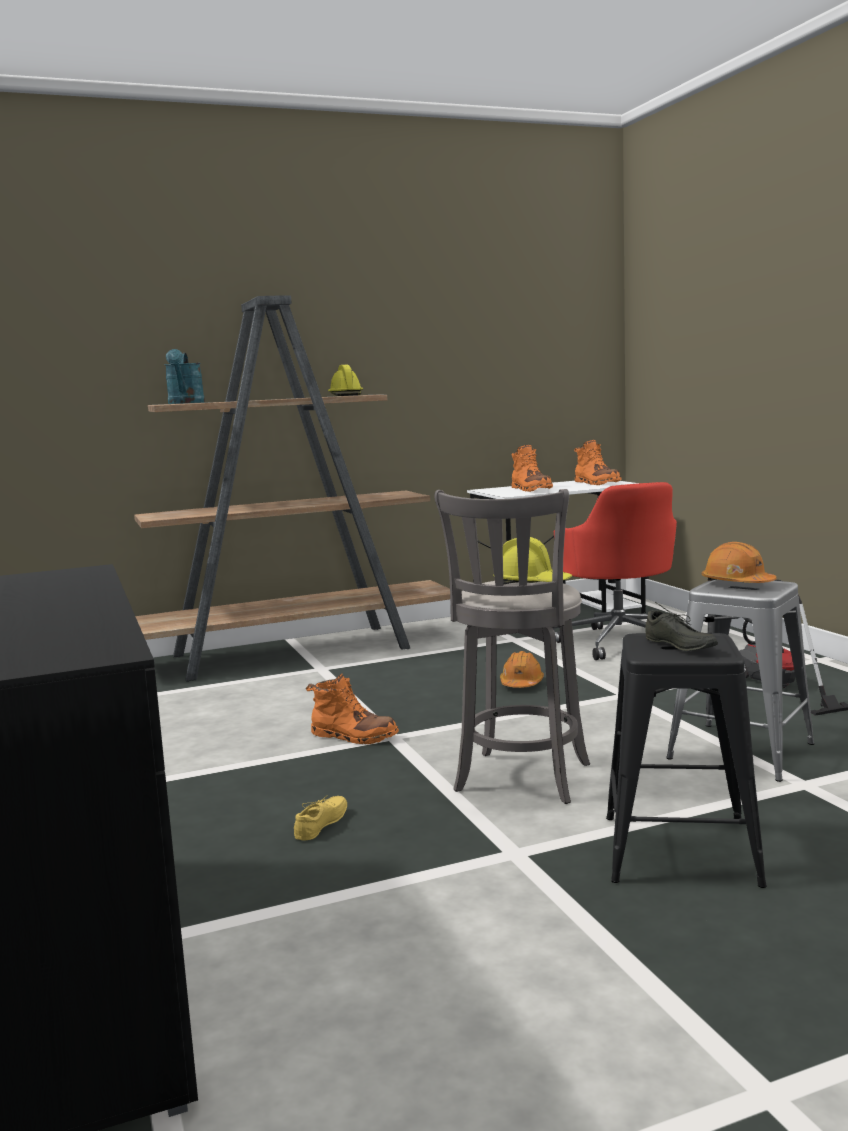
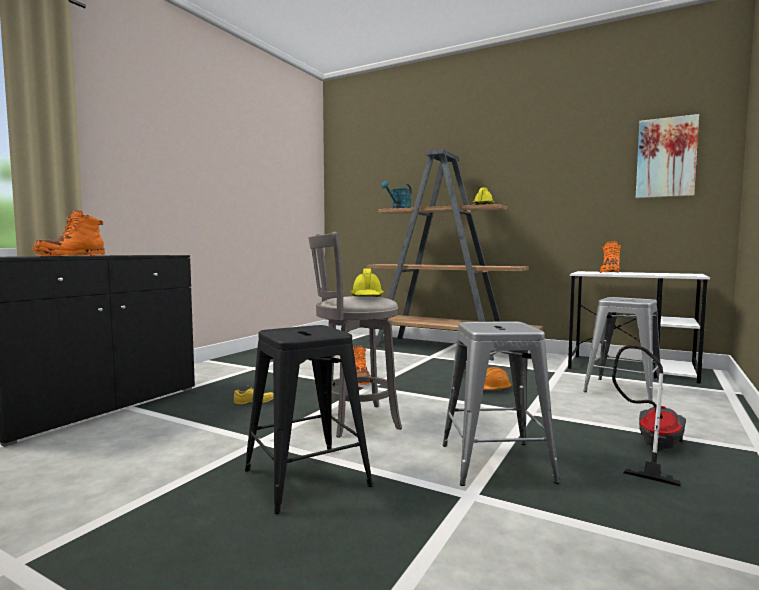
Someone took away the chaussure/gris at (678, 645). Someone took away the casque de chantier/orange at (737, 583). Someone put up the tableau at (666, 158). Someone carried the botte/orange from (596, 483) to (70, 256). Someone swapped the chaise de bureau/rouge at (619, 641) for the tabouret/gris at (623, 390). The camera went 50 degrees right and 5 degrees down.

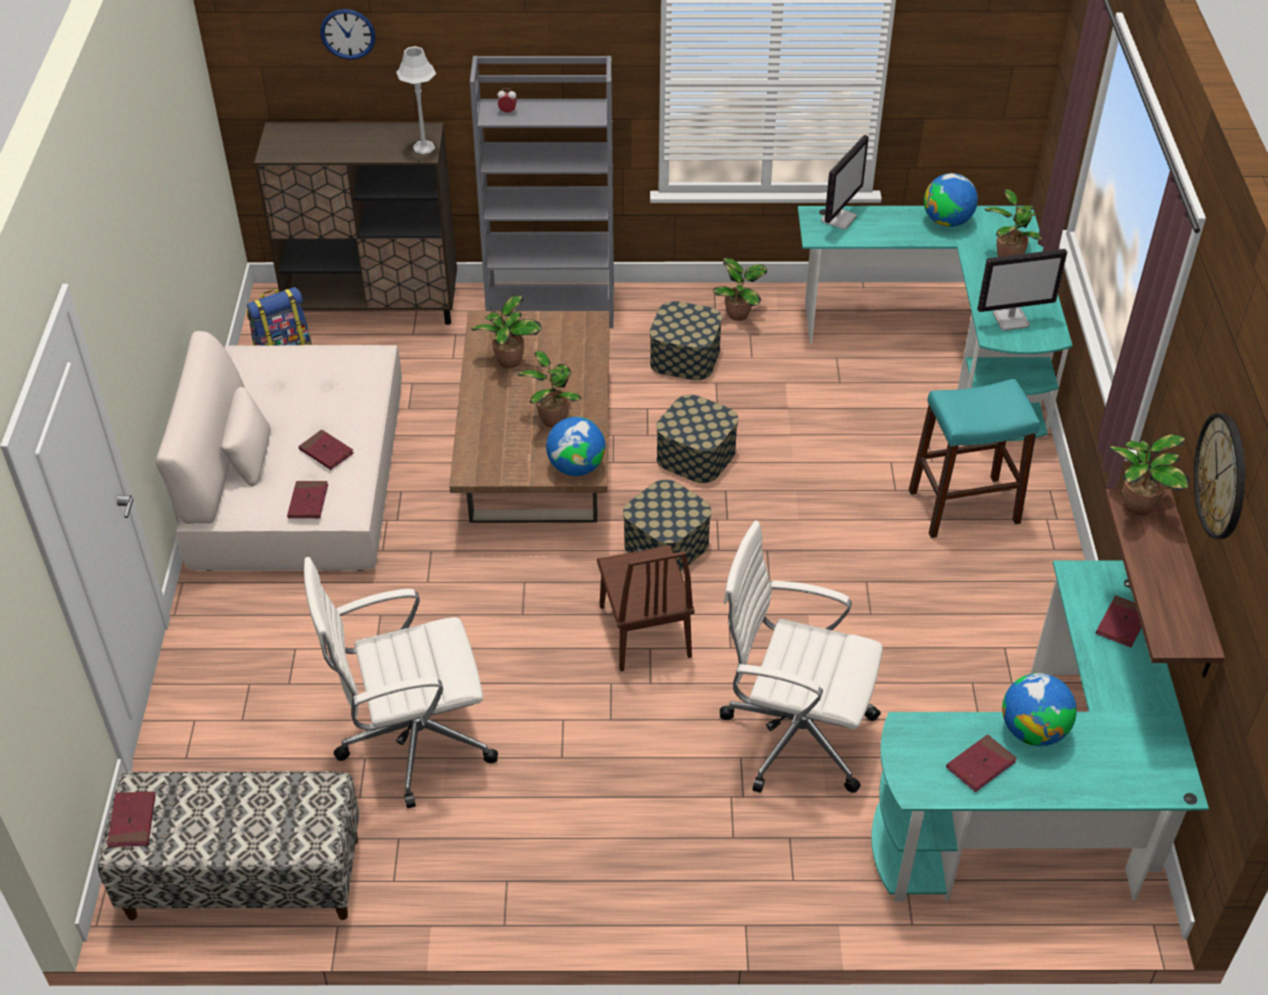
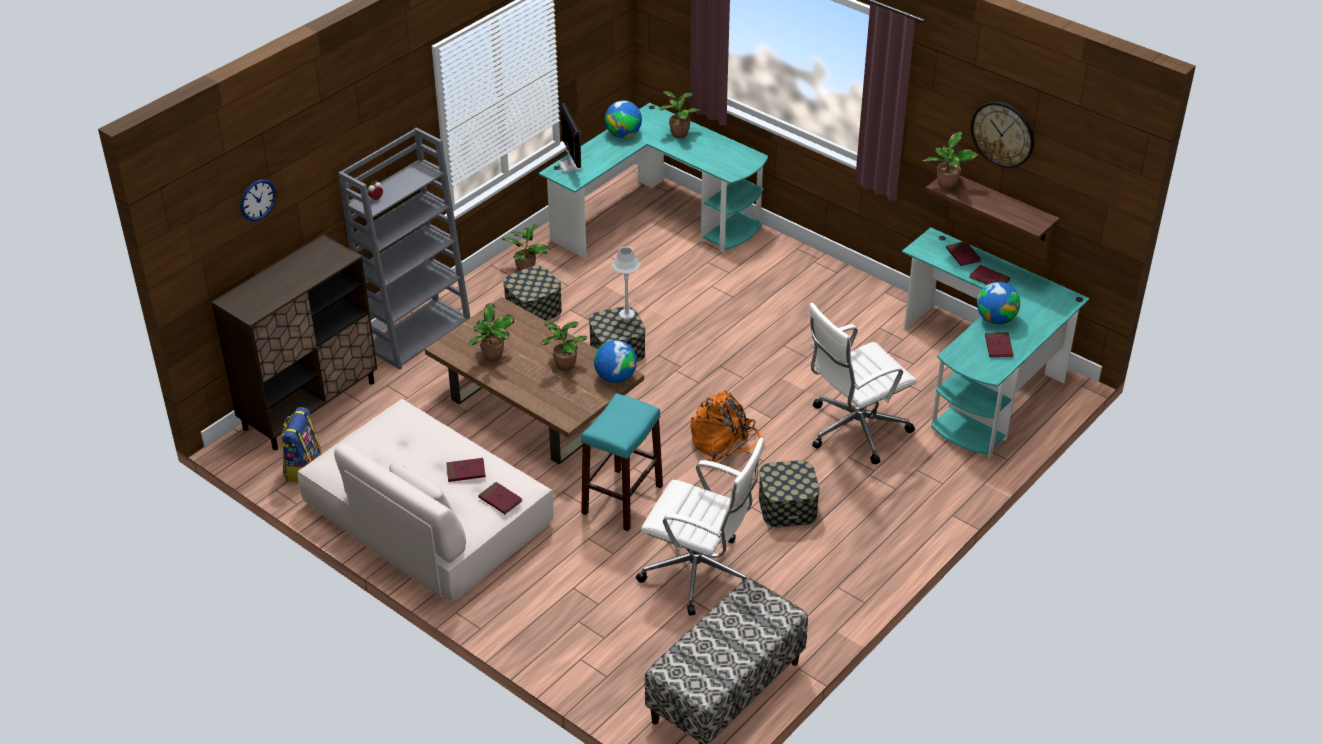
Someone took away the écran d'ordinateur at (1011, 319). Someone carried the livre/rouge from (132, 821) to (989, 279). Someone carried the lampe de table/gris from (423, 147) to (626, 314). Someone carried the boîte de rangement from (666, 543) to (787, 506). Someone carried the tabouret/turquoise from (963, 506) to (622, 499). Someone swapped the chaise/marron at (644, 631) for the sac à dos/orange at (724, 442). Someone rotated the chaise de bureau/blanc at (412, 739) by 90 degrees counterclockwise. The camera went 50 degrees left and 5 degrees down.

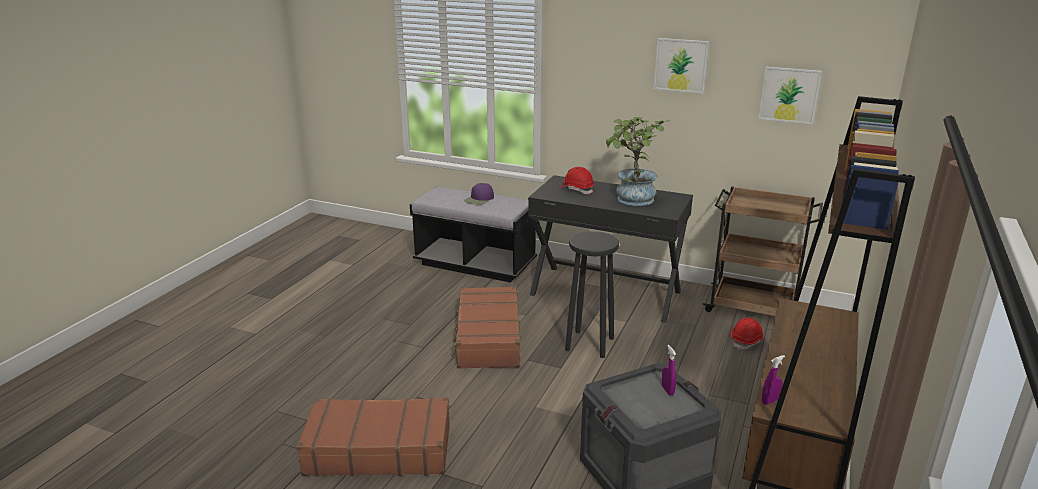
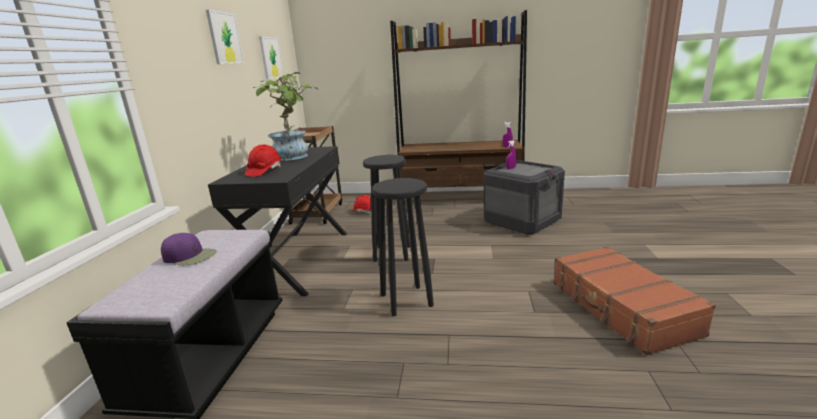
Someone swapped the valise/marron at (487, 338) for the tabouret/noir at (407, 300). The camera went 105 degrees left and 5 degrees down.

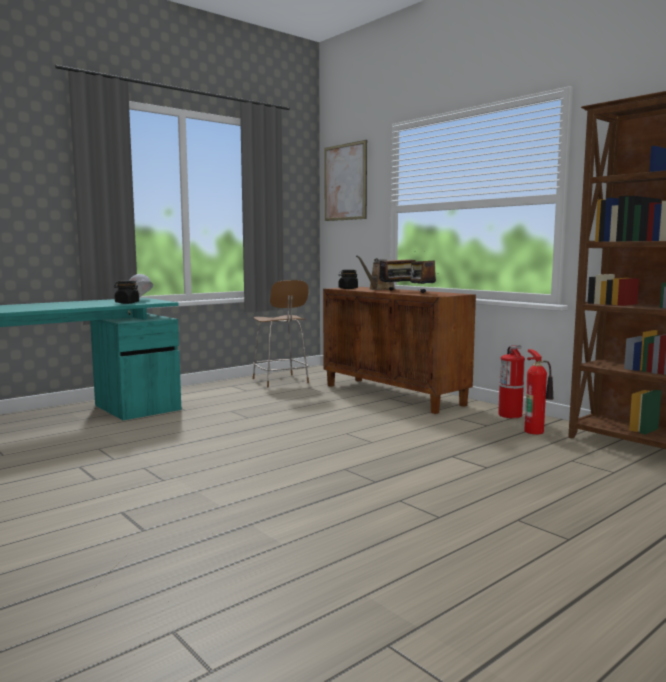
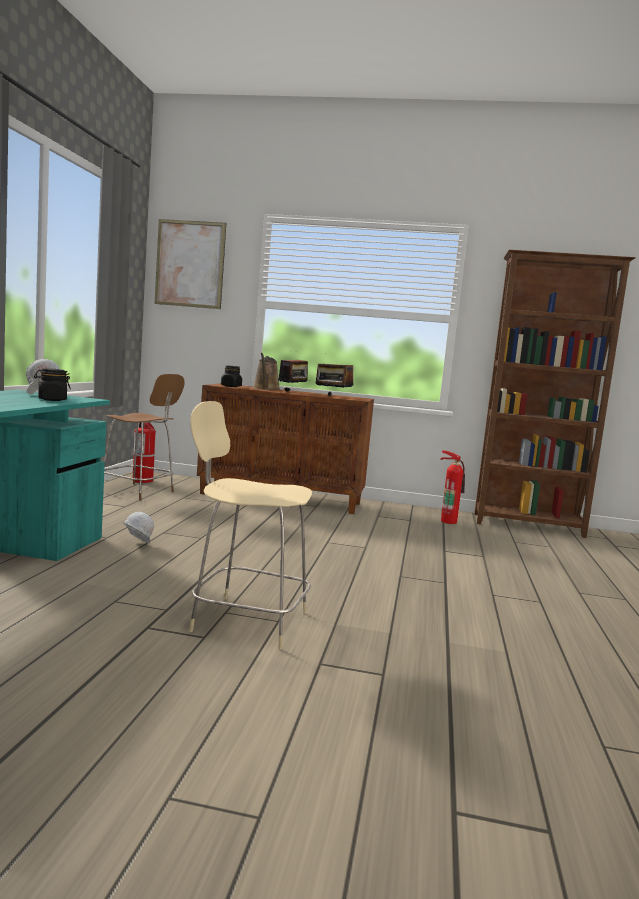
Someone put down the casque de chantier/blanc at (136, 545). Someone put down the tabouret/beige at (245, 620). Someone carried the extincteur from (510, 415) to (143, 481). The camera went 40 degrees left and 0 degrees up.

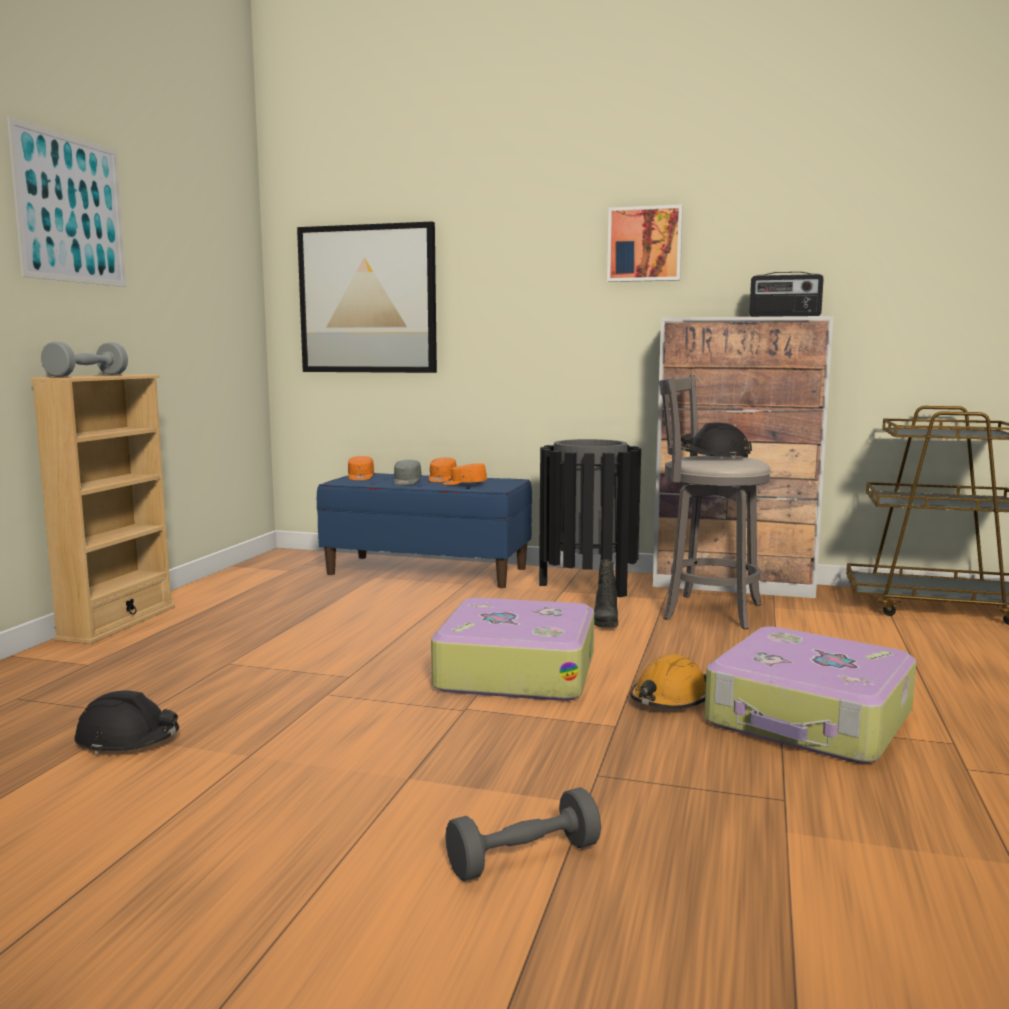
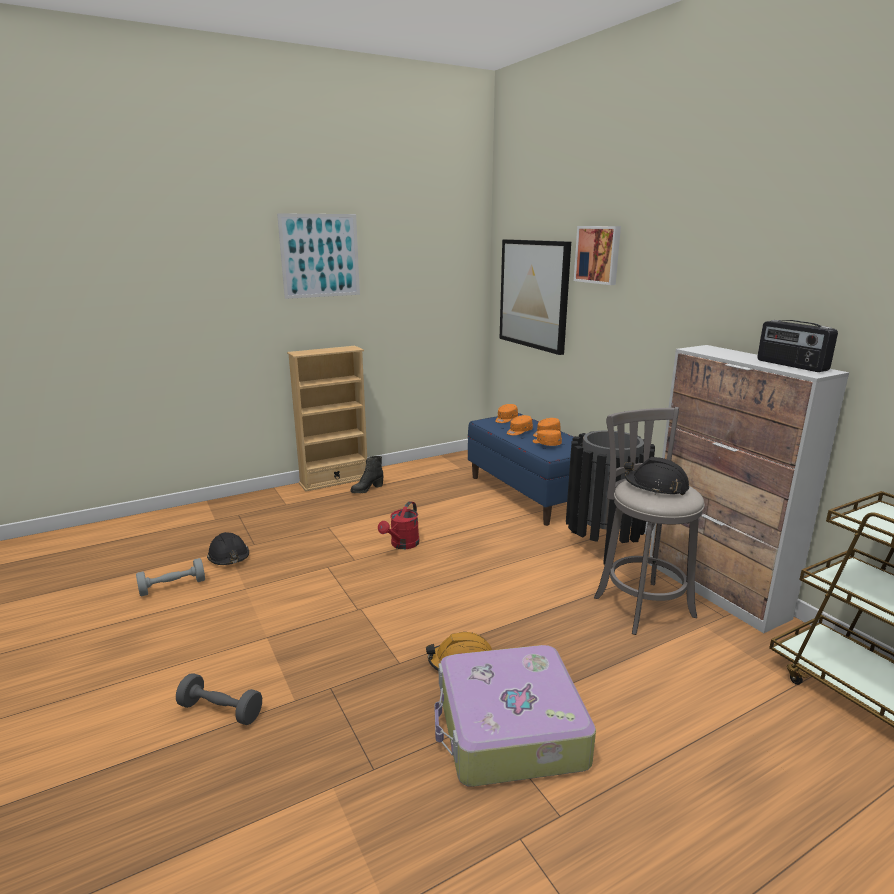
Someone took away the valise at (515, 671). Someone put down the arrosoir/rouge at (402, 545). Someone carried the haltère/gris from (87, 375) to (172, 587). Someone carried the botte/noir from (605, 621) to (367, 489). Someone carried the tableau from (645, 244) to (598, 254). Someone repainted the casquette/gris at (406, 482), which became the casquette/orange at (519, 431). The camera went 45 degrees right and 10 degrees up.

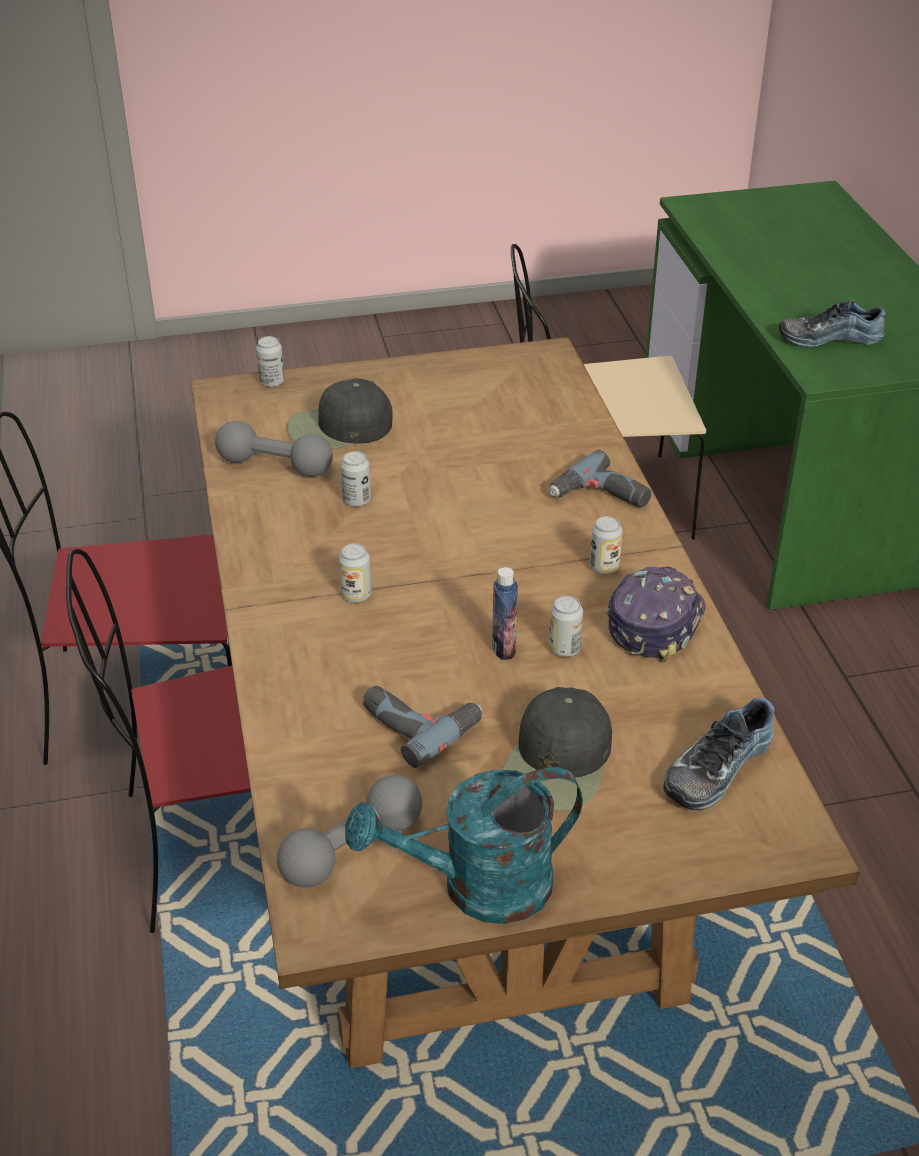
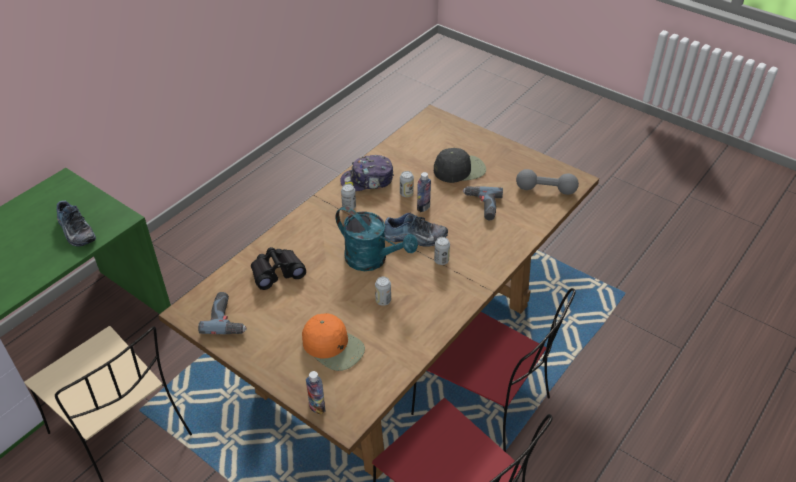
Someone took away the haltère/gris at (275, 466). Someone put down the jumelles/noir at (277, 272). Someone carried the arrosoir/turquoise from (478, 888) to (372, 260). Someone carried the perceuse from (600, 497) to (227, 318). Someone carried the chaussure from (715, 766) to (415, 237). Someone swapped the boîte métallique at (272, 382) for the bouteille at (317, 407). Someone repainted the casquette/noir at (338, 428), which became the casquette/orange at (333, 346). The camera went 130 degrees left and 5 degrees up.

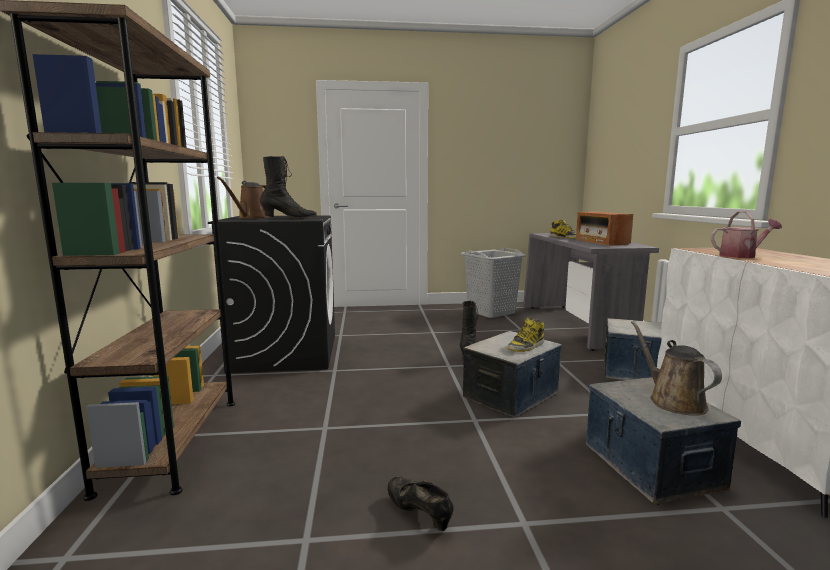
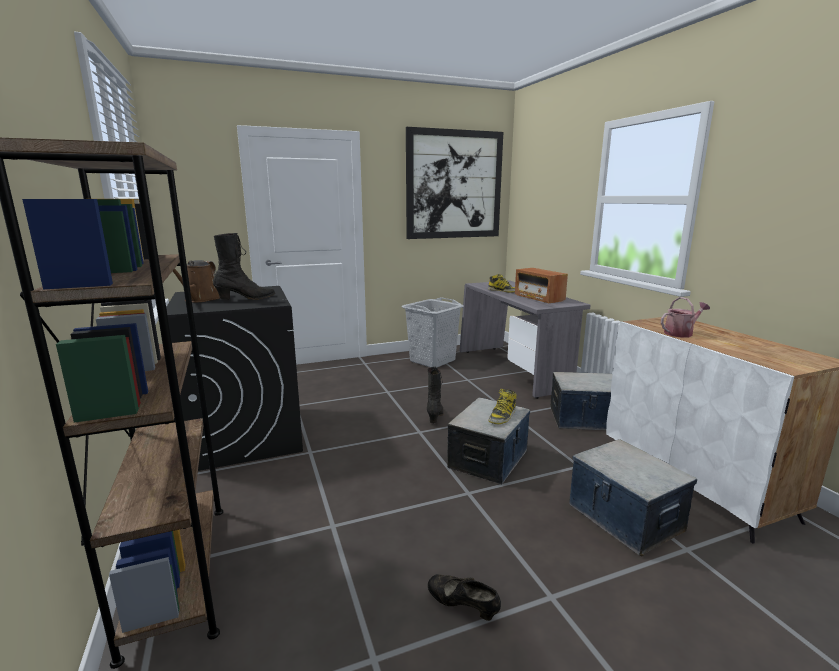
Someone took away the arrosoir/marron at (673, 401). Someone put up the tableau at (454, 185). The camera went 15 degrees left and 5 degrees up.

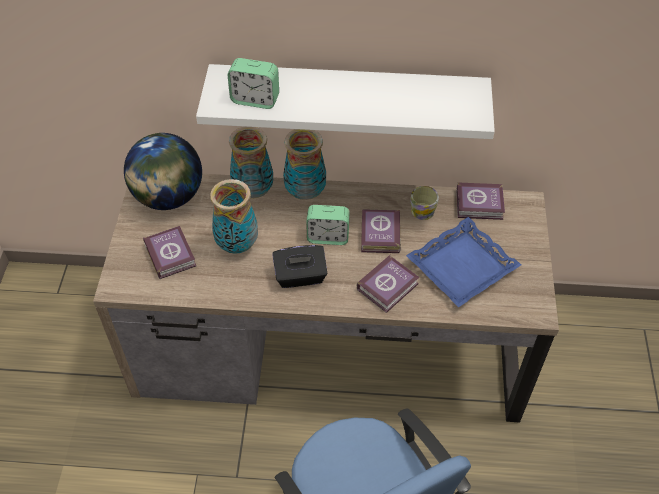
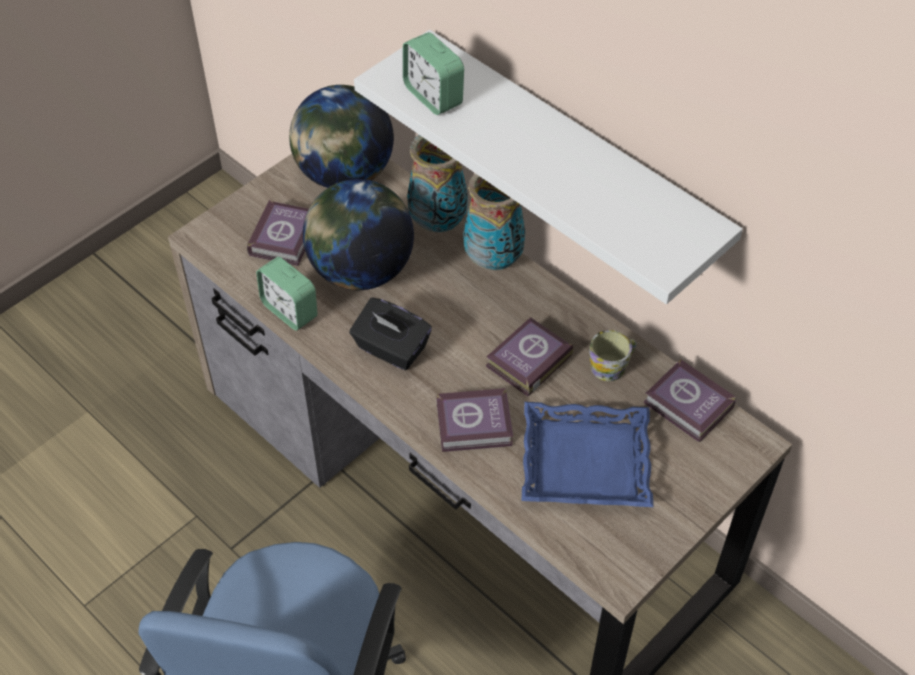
Someone carried the réveil from (328, 237) to (290, 310). Someone swapped the vase at (237, 245) for the globe at (360, 270). The camera went 40 degrees right and 0 degrees up.

